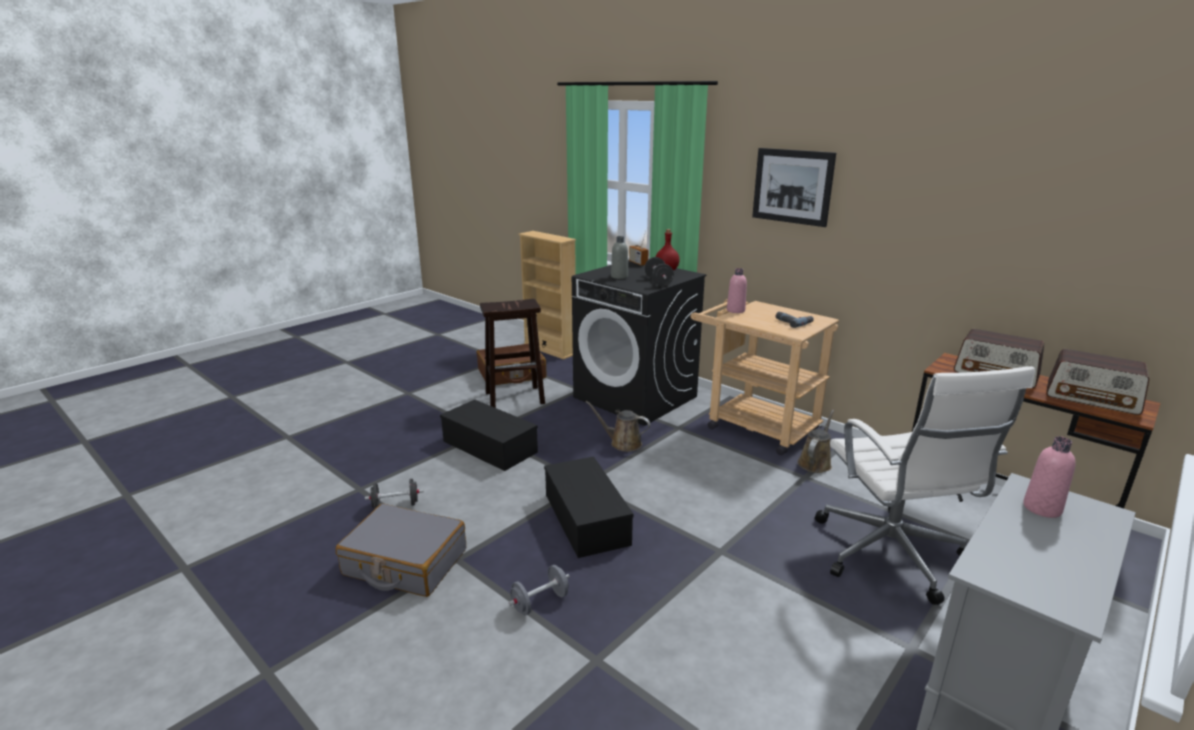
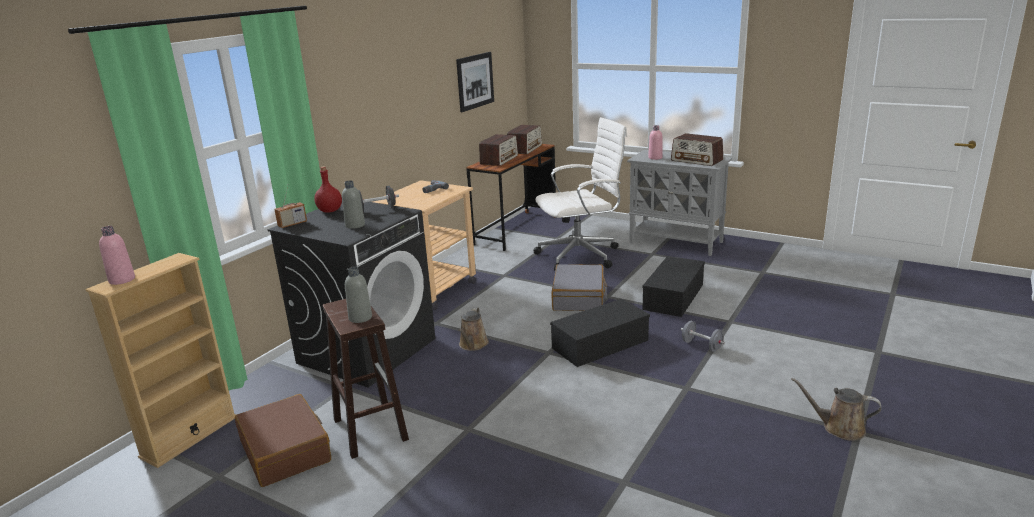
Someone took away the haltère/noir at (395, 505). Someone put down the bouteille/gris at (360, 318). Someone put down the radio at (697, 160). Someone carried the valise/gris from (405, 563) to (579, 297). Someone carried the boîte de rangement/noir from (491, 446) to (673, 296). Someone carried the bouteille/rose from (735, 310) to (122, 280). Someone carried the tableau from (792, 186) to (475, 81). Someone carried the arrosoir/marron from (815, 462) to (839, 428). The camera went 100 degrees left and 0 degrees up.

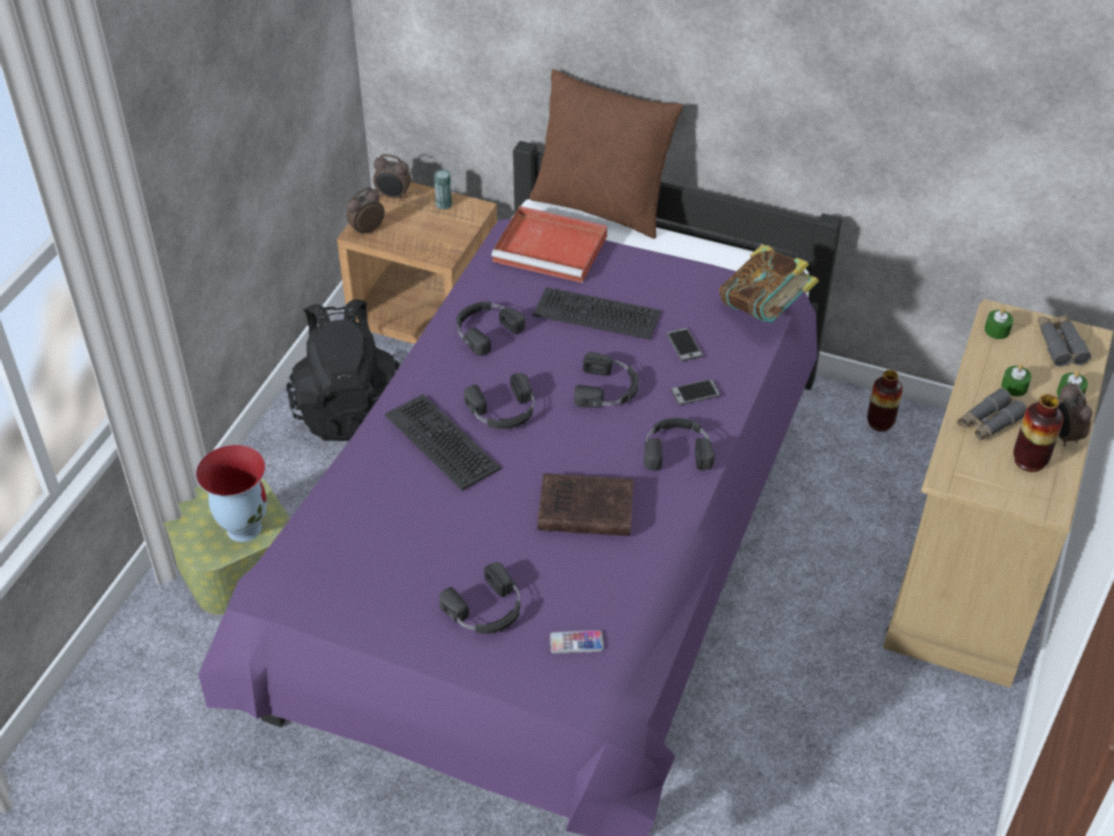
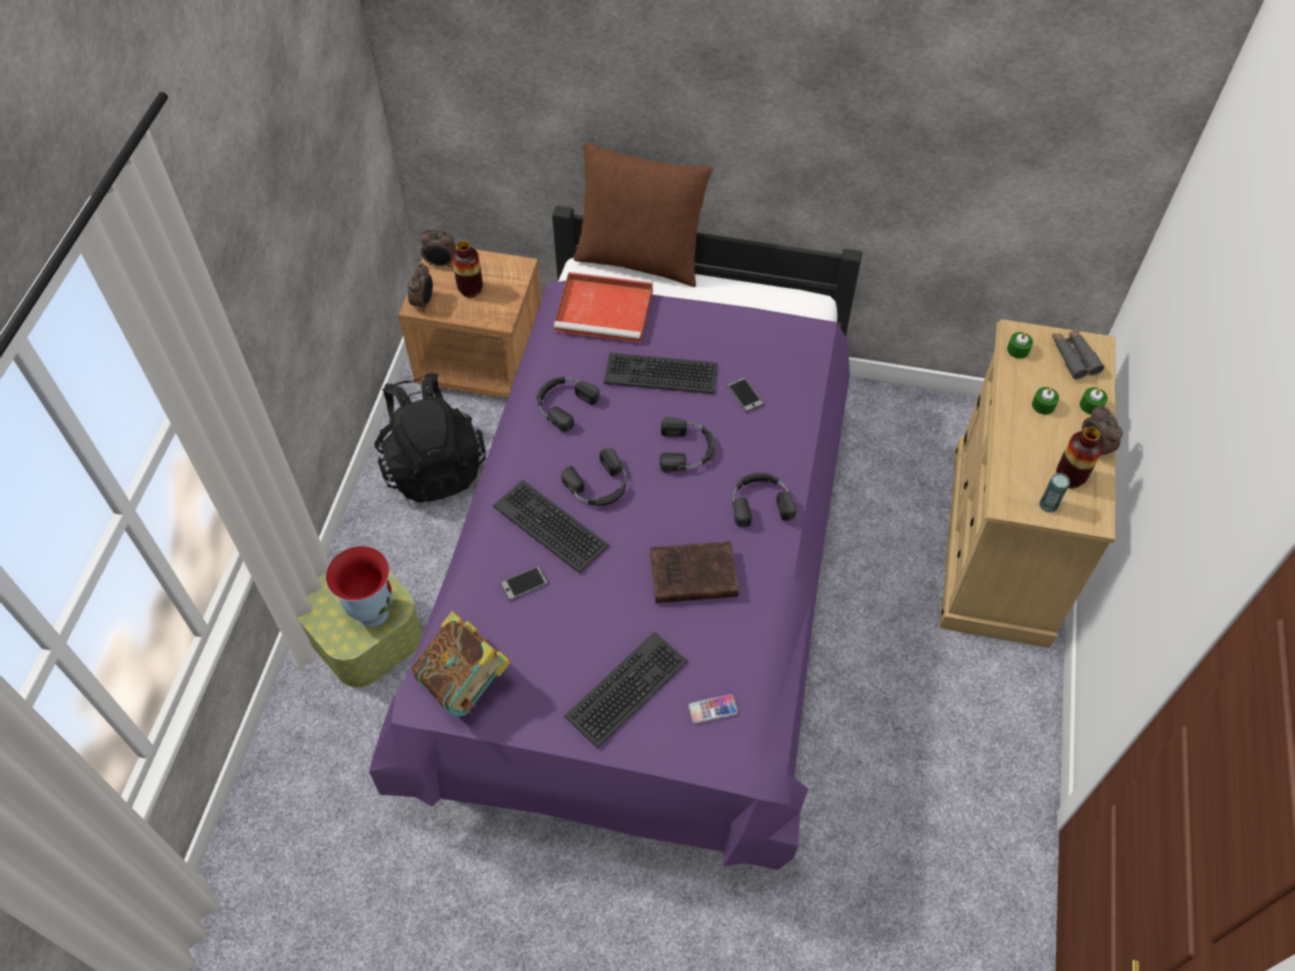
Someone took away the jumelles/gris at (989, 422). Someone carried the boîte métallique from (444, 204) to (1048, 505). Someone carried the téléphone from (695, 393) to (524, 583). Someone carried the livre from (764, 311) to (465, 681). Someone carried the vase from (880, 423) to (470, 289). Someone swapped the casque audio/noir at (487, 610) for the clavier at (627, 690). Someone rotated the réveil at (366, 230) by 150 degrees clockwise. The camera went 10 degrees left and 10 degrees up.

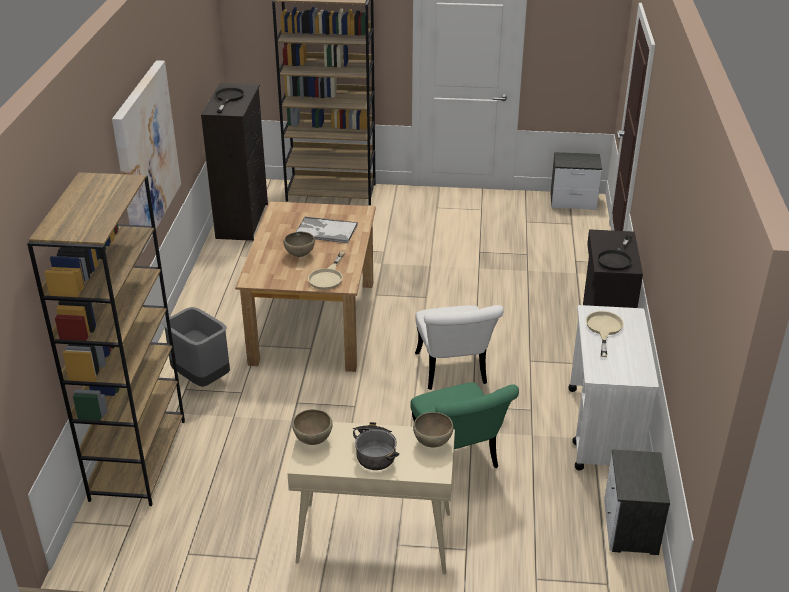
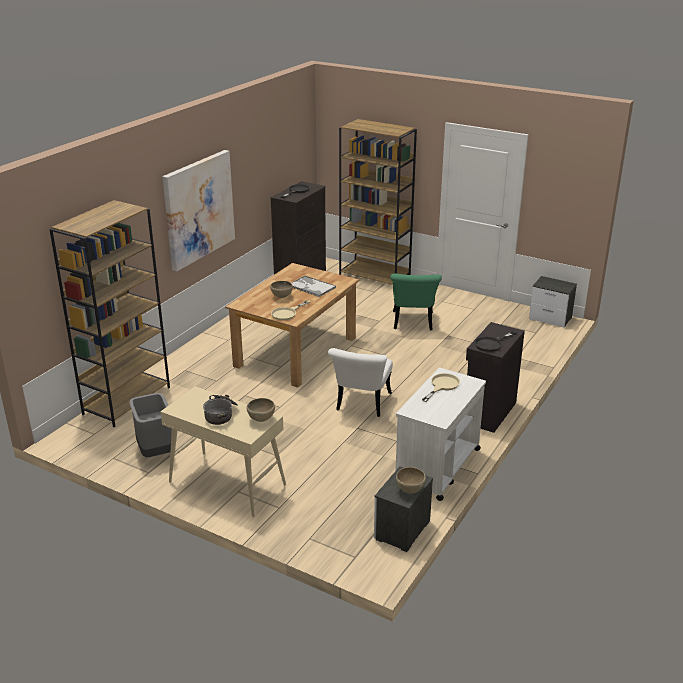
Someone carried the poubelle/gris from (200, 378) to (155, 451). Someone carried the bol/marron from (313, 440) to (410, 490). Someone carried the chaise/vert from (458, 460) to (413, 323). The camera went 25 degrees right and 5 degrees down.

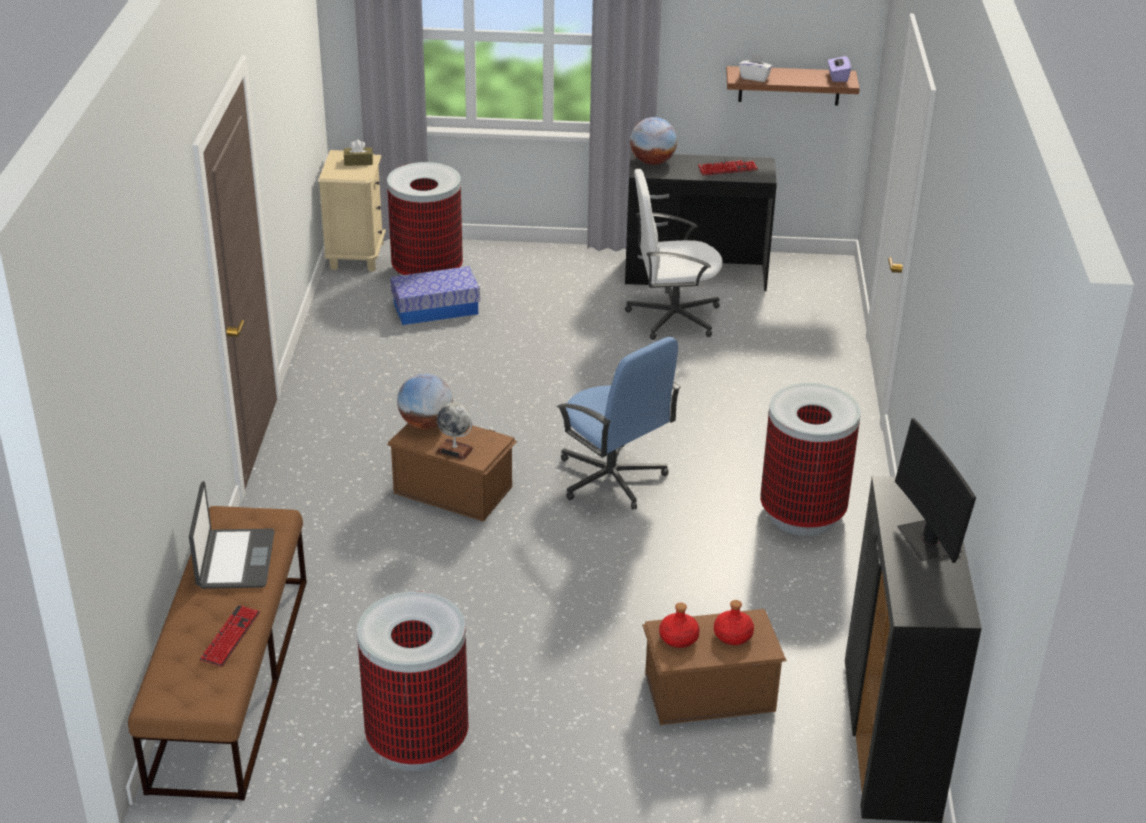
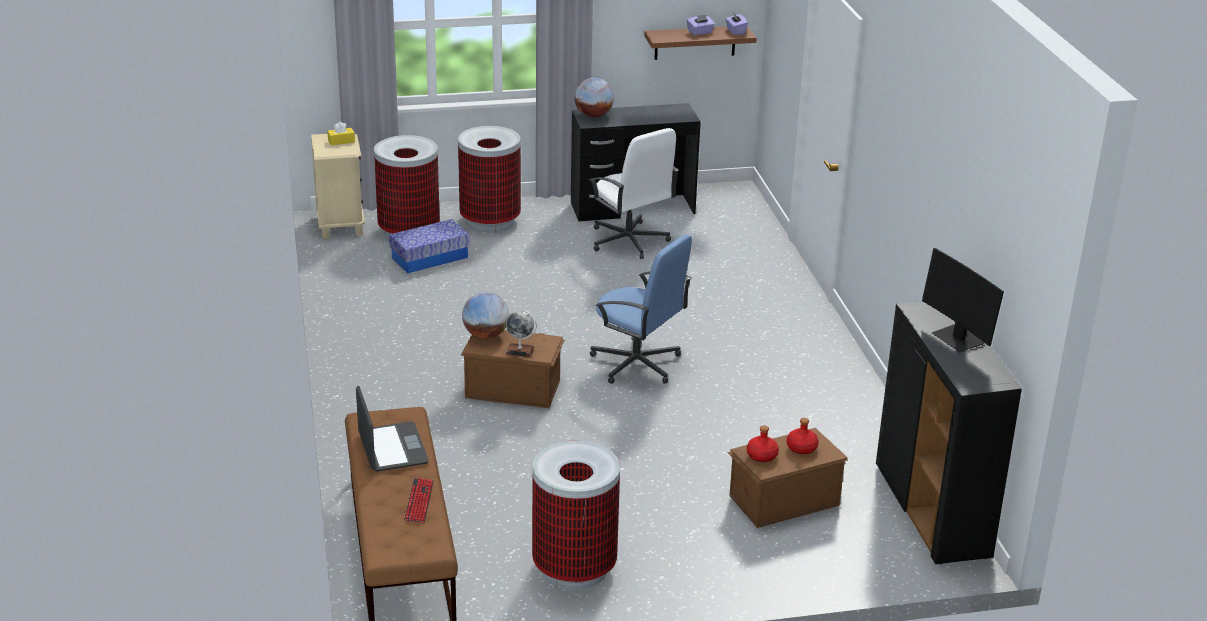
Someone took away the clavier at (727, 169). Someone took away the boîte à mouchoirs/blanc at (754, 77). Someone put down the boîte à mouchoirs/violet at (700, 32). Someone carried the poubelle from (802, 513) to (490, 221). Someone repainted the boîte à mouchoirs/marron at (358, 162), which became the boîte à mouchoirs/jaune at (341, 141). Someone rotated the chaise de bureau/blanc at (672, 317) by 105 degrees counterclockwise. The camera went 15 degrees left and 5 degrees down.

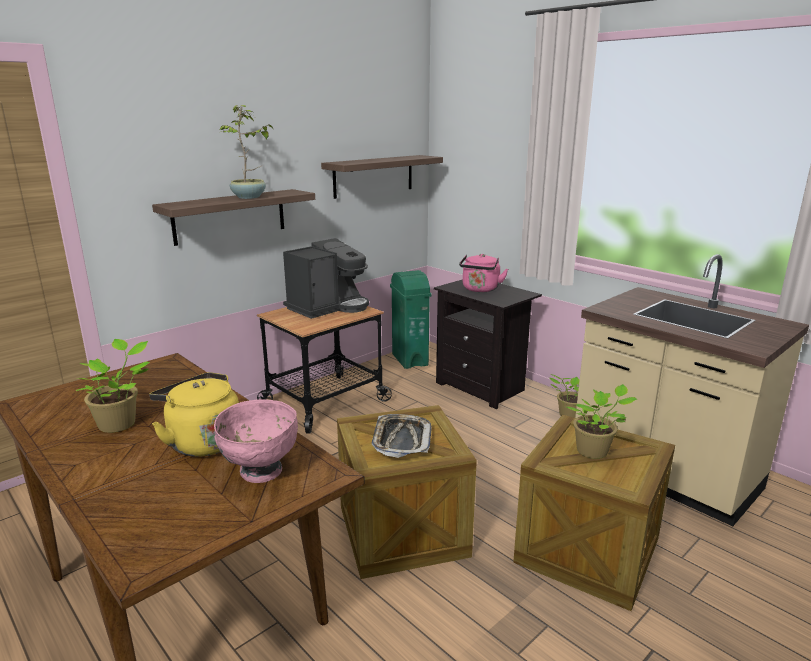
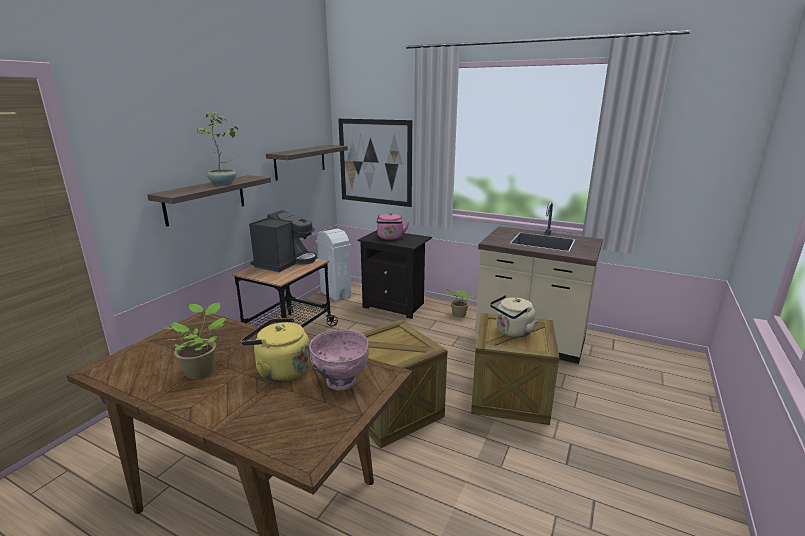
Someone took away the plateau at (401, 440). Someone put up the tableau at (375, 162). Someone swapped the plante en pot at (594, 452) for the bouilloire/beige at (512, 332). Someone repainted the poubelle/vert at (410, 359), which became the poubelle/blanc at (335, 294). The camera went 20 degrees left and 0 degrees up.

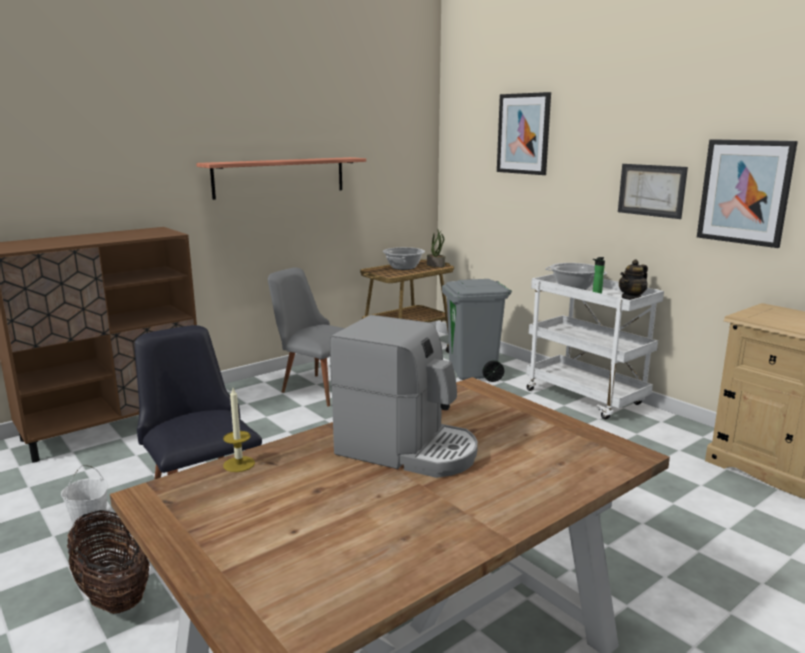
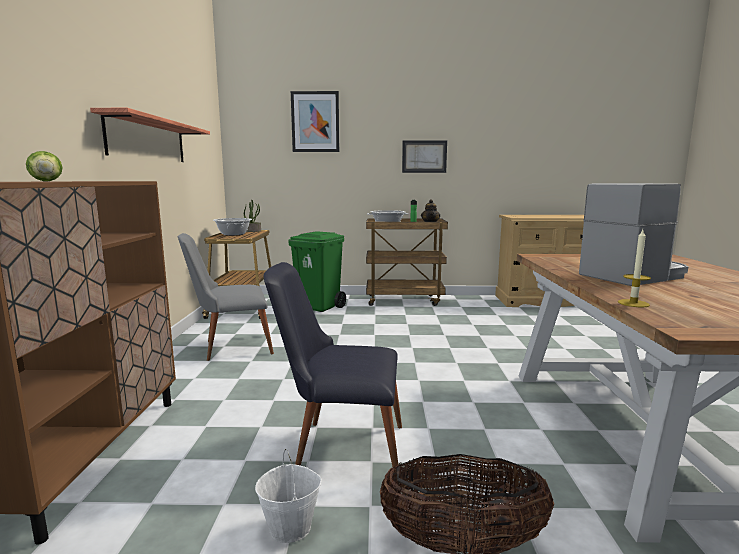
Someone took away the tableau at (744, 192). Someone put down the laitue at (46, 181). Someone repainted the poubelle/gris at (473, 373), which became the poubelle/vert at (319, 307). Someone repainted the chariot/blanc at (586, 398), which became the chariot/marron at (404, 300). The camera went 50 degrees left and 5 degrees down.

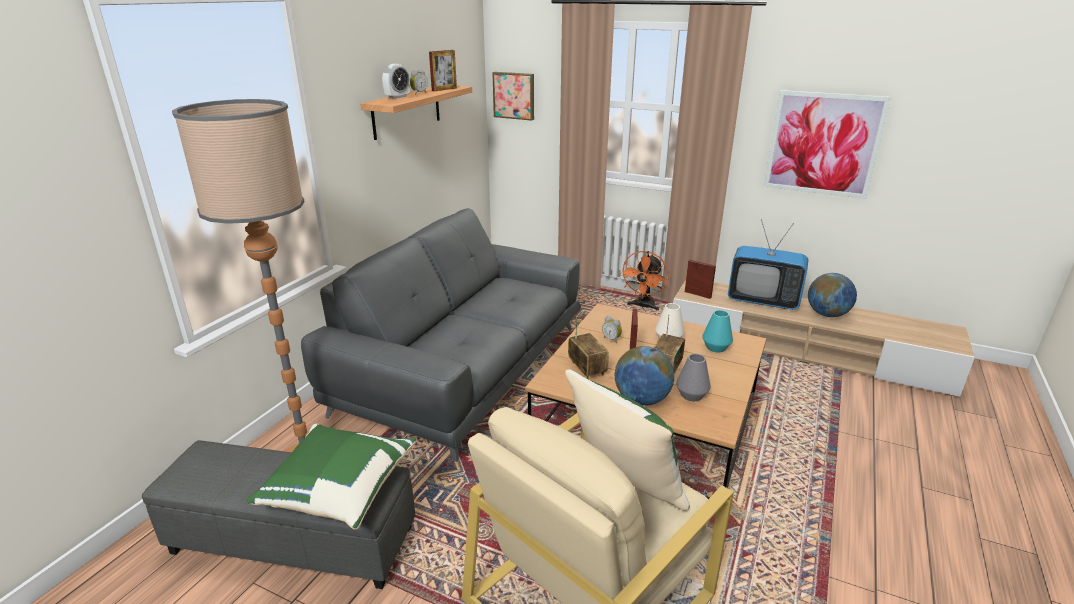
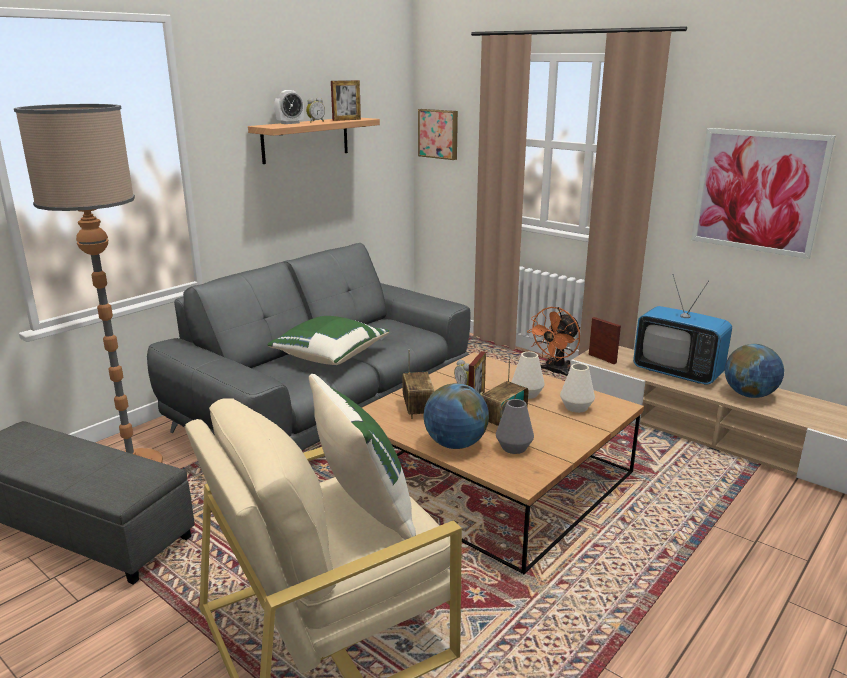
Someone carried the coussin/vert from (338, 490) to (329, 356). Someone repainted the vase/turquoise at (716, 347), which became the vase/blanc at (576, 407). The camera went 15 degrees right and 5 degrees down.

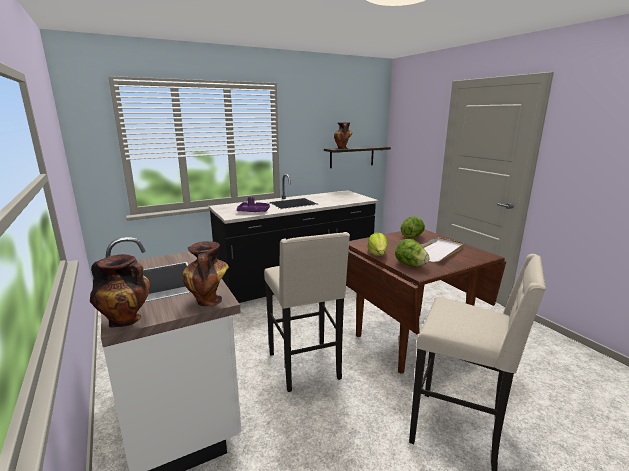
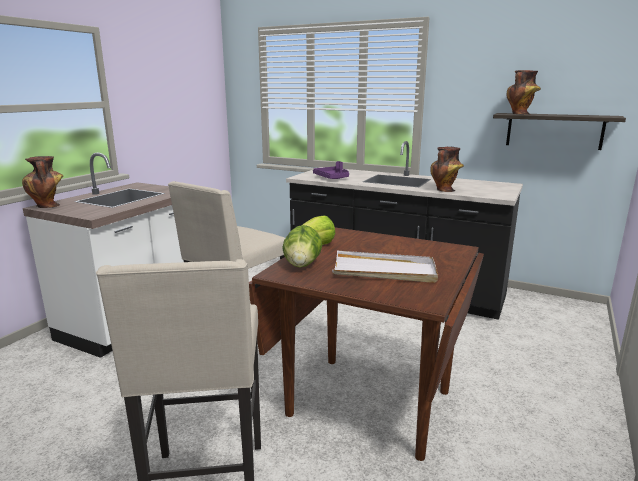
Someone took away the laitue at (412, 237). Someone carried the vase from (209, 301) to (445, 190). The camera went 55 degrees right and 0 degrees up.

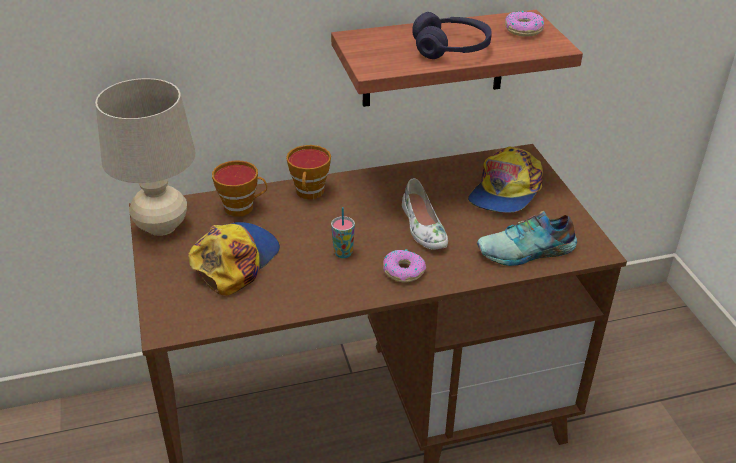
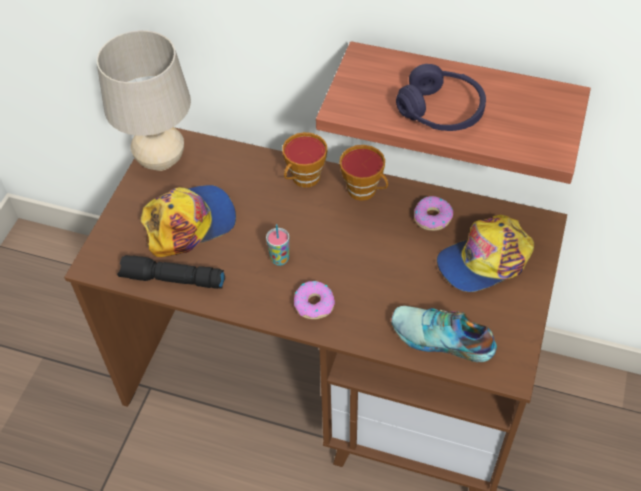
Someone took away the chaussure/blanc at (422, 227). Someone put down the lampe de poche/noir at (172, 280). Someone carried the tasse from (242, 207) to (365, 191). Someone carried the beignet from (523, 29) to (432, 217). The camera went 35 degrees right and 15 degrees up.

